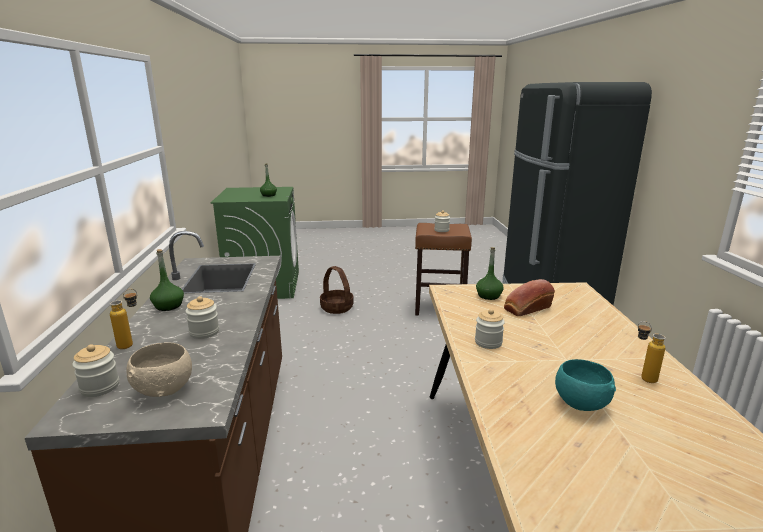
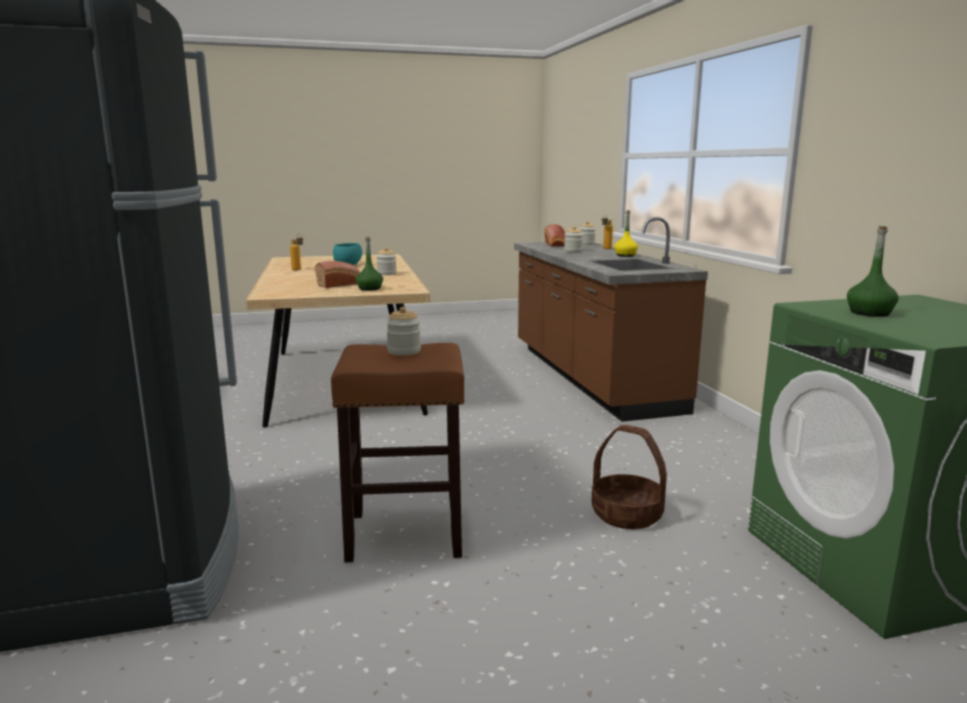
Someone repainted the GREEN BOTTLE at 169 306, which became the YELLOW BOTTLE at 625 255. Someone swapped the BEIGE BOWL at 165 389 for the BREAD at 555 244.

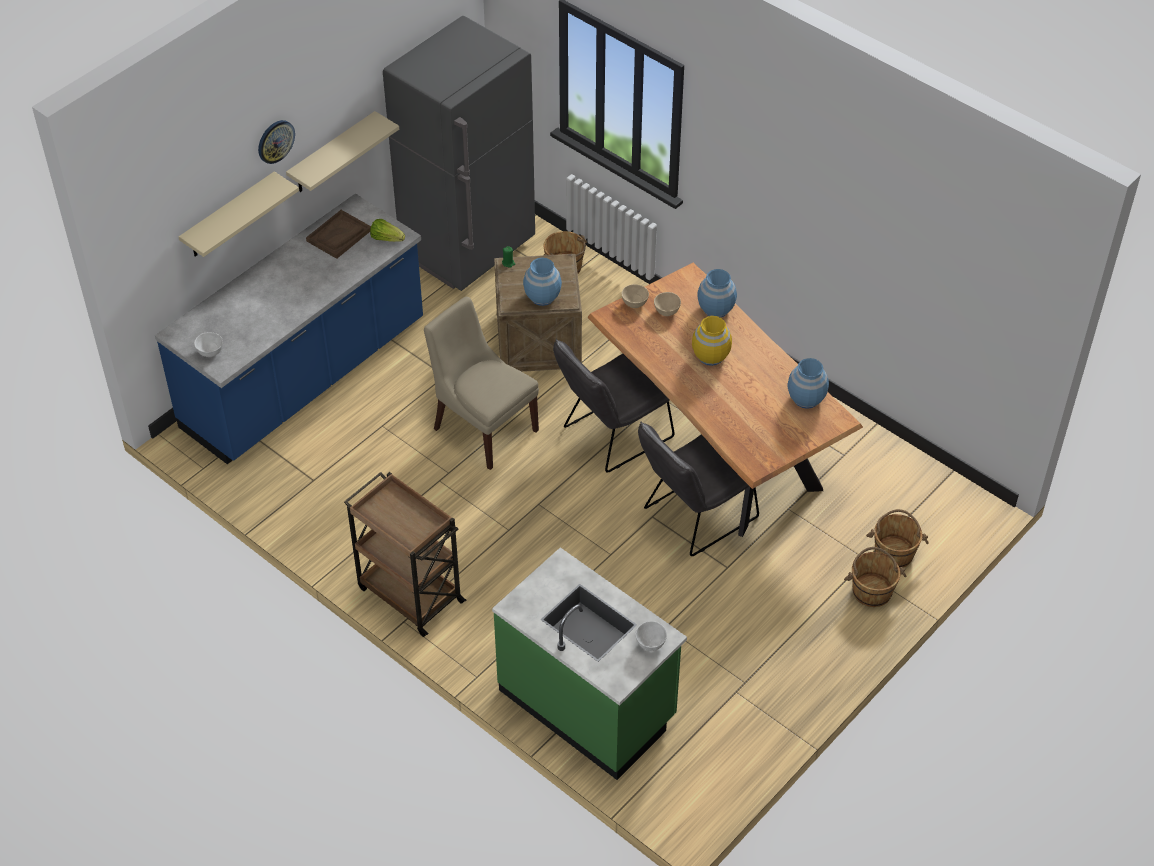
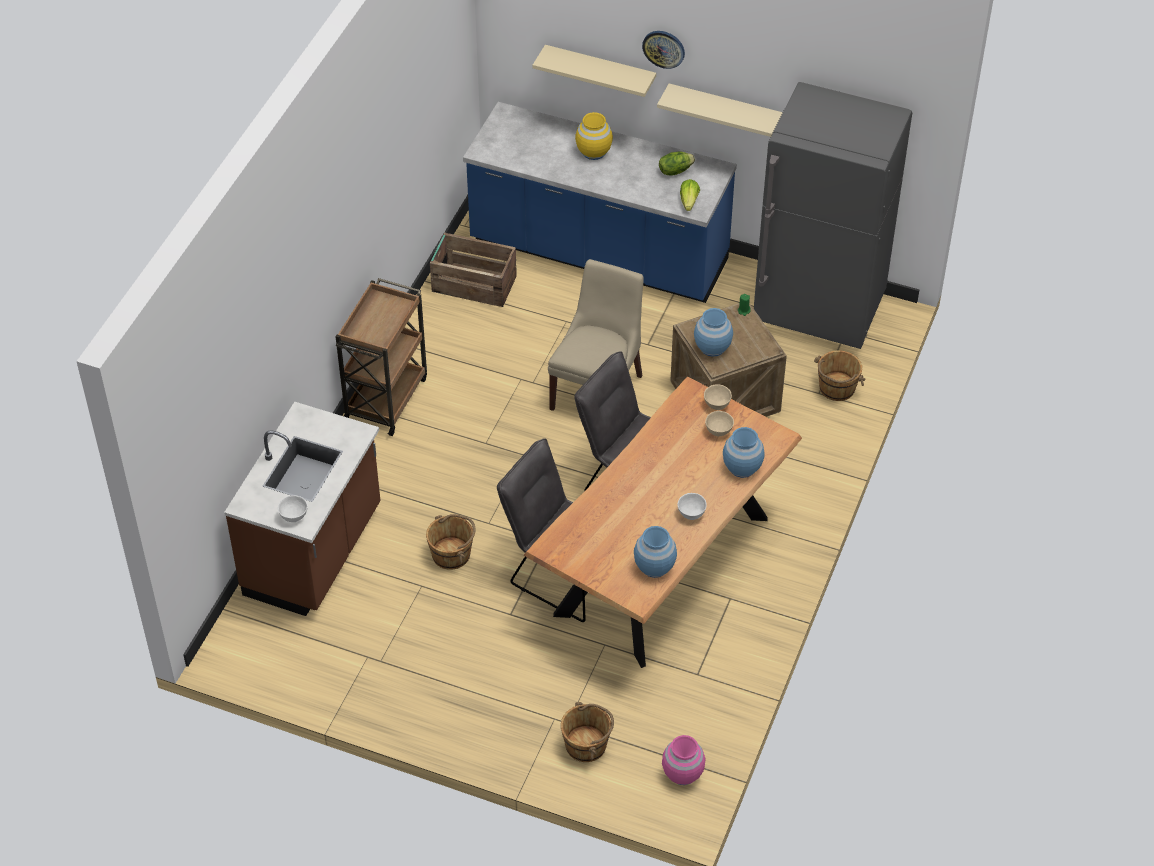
Someone swapped the BROWN TRAY at 339 236 for the LETTUCE at 675 170. Someone carried the YELLOW VASE from 710 356 to 593 152. Someone carried the WHITE BOWL from 210 352 to 691 513. Someone repainted the GREEN COUNTER at 588 704, which became the BROWN COUNTER at 315 553. Someone carried the BROWN BUCKET from 872 590 to 452 554. Someone put down the CRATE at 473 283. Someone put down the PINK VASE at 682 773.

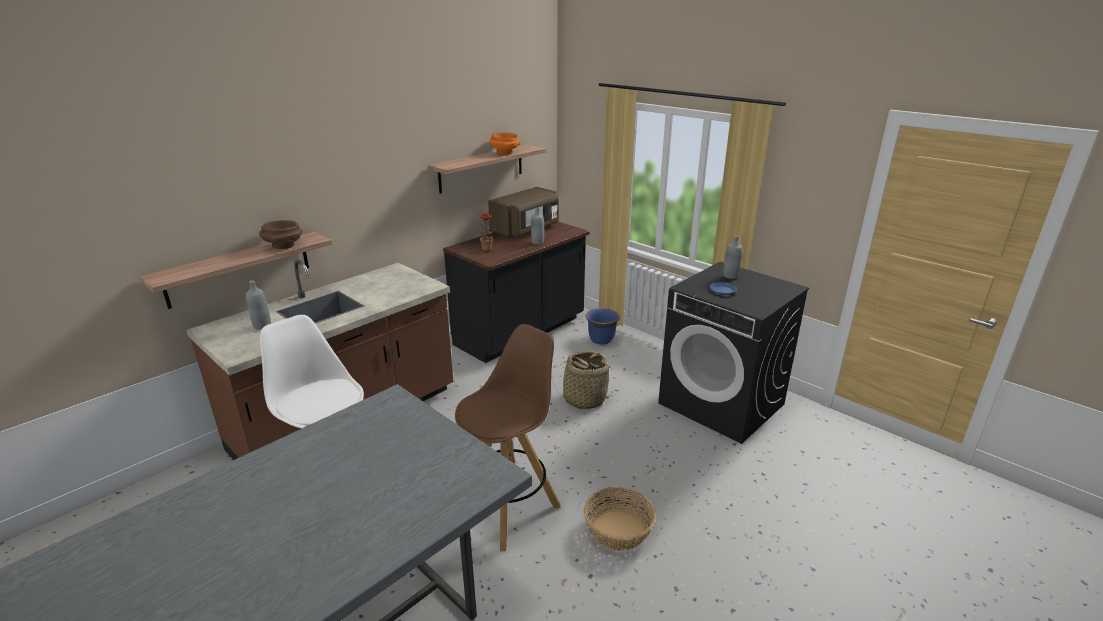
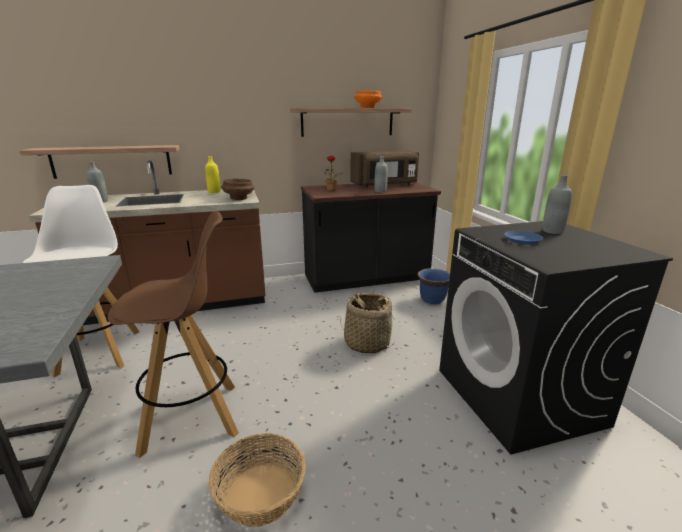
Someone carried the BROWN BOWL from 283 246 to 238 198. Someone put down the YELLOW BOTTLE at 214 191.

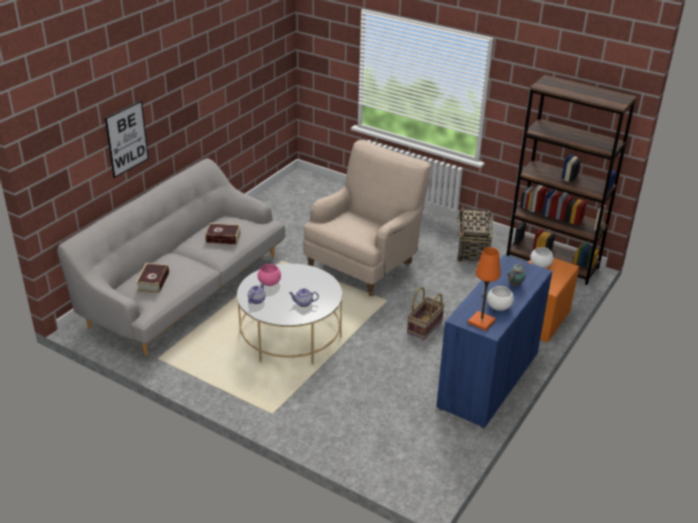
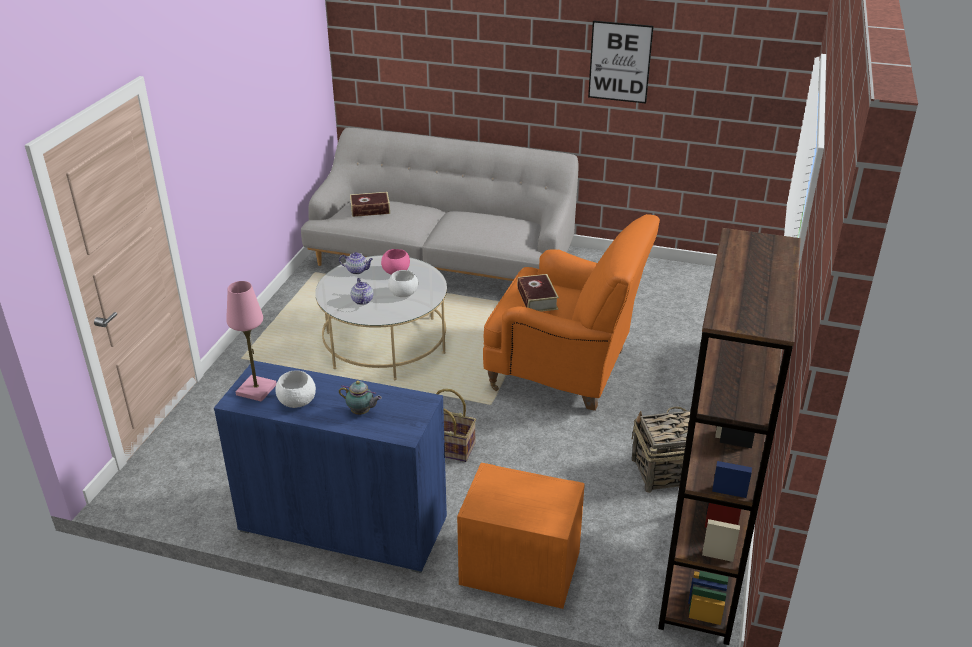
Someone carried the PICTURE from 127 138 to 620 62. Someone repainted the BEIGE ARMCHAIR at 364 265, which became the ORANGE ARMCHAIR at 565 371. Someone carried the BOOK from 223 238 to 537 299. Someone repainted the ORANGE TABLE LAMP at 481 322, which became the PINK TABLE LAMP at 256 389. Someone carried the WHITE BOWL from 541 265 to 404 294.

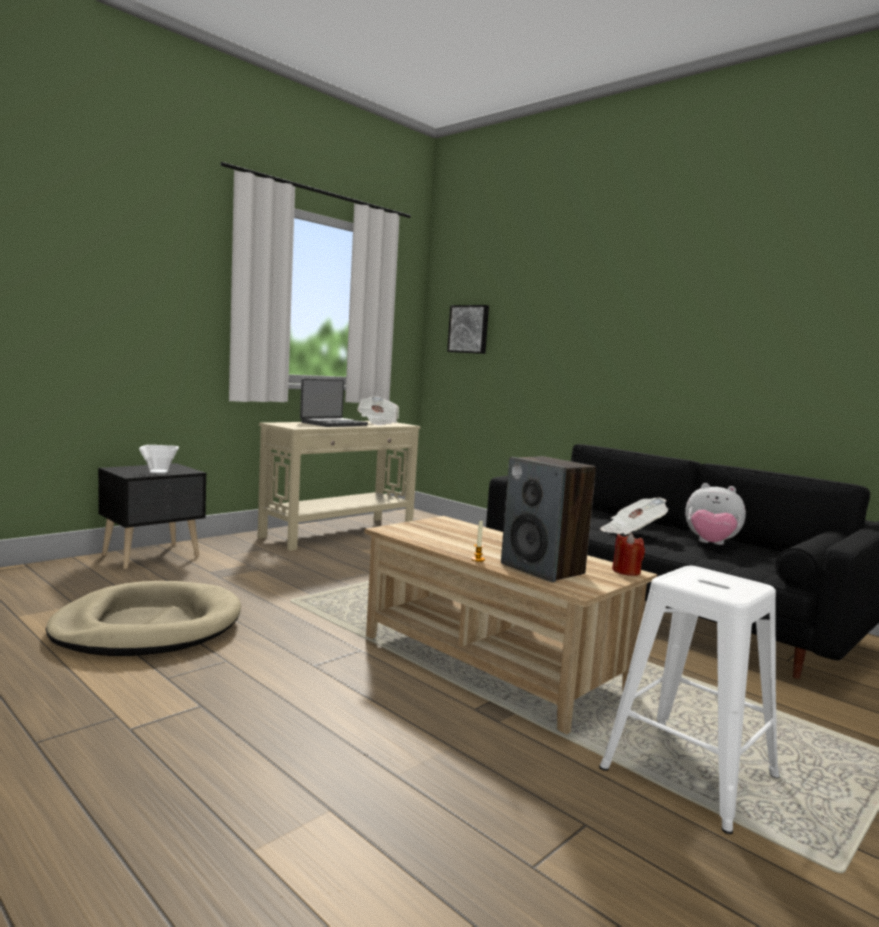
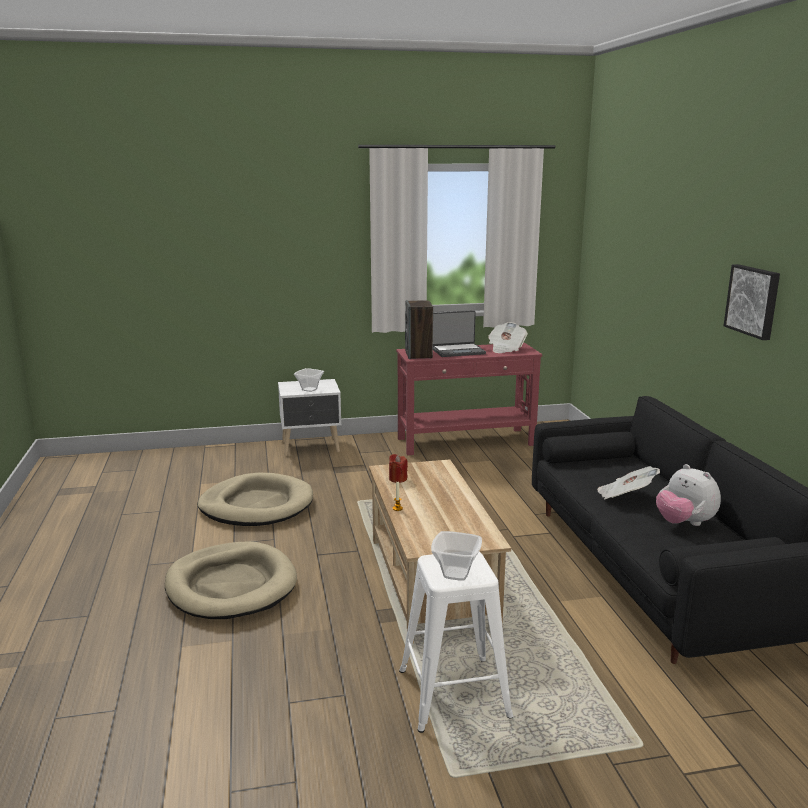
Someone carried the PICTURE from 469 329 to 753 301. Someone repainted the BEIGE CONSOLE TABLE at 340 533, which became the RED CONSOLE TABLE at 466 442. Someone carried the SPEAKER from 543 569 to 419 355. Someone repainted the BLACK NIGHTSTAND at 153 556, which became the WHITE NIGHTSTAND at 311 447. Someone carried the RED CANDLE from 626 571 to 398 479. Someone put down the BOWL at 455 573. Someone put down the BEIGE DOG BED at 231 585.

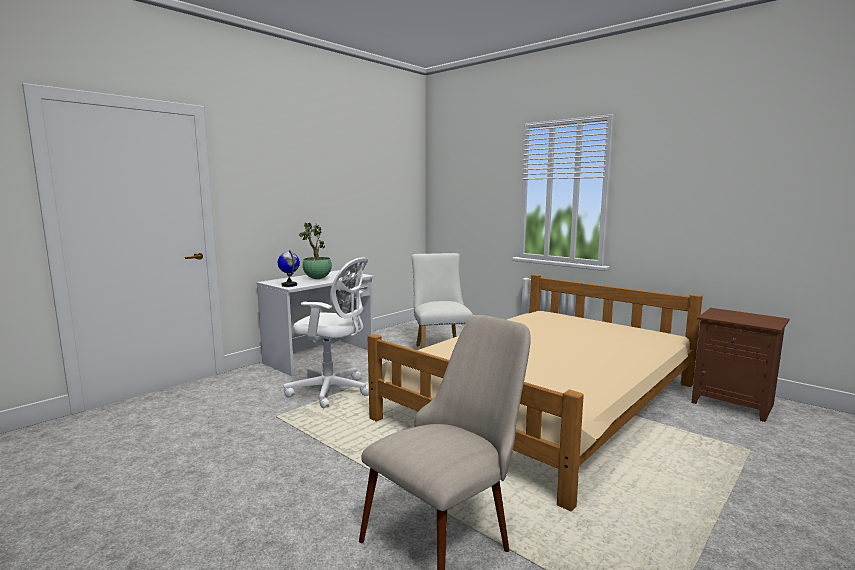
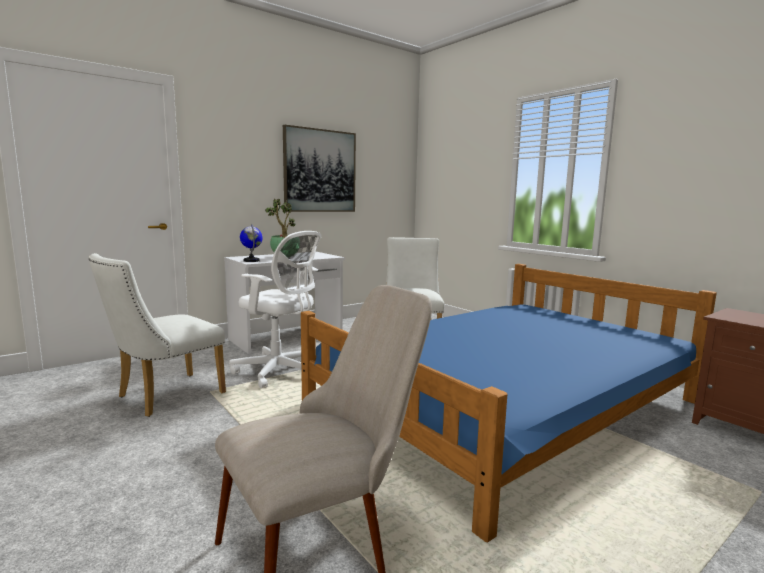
Someone repainted the BEIGE BED at 544 401, which became the BLUE BED at 505 403. Someone put up the PICTURE at 320 171. Someone put down the WHITE CHAIR at 164 397.

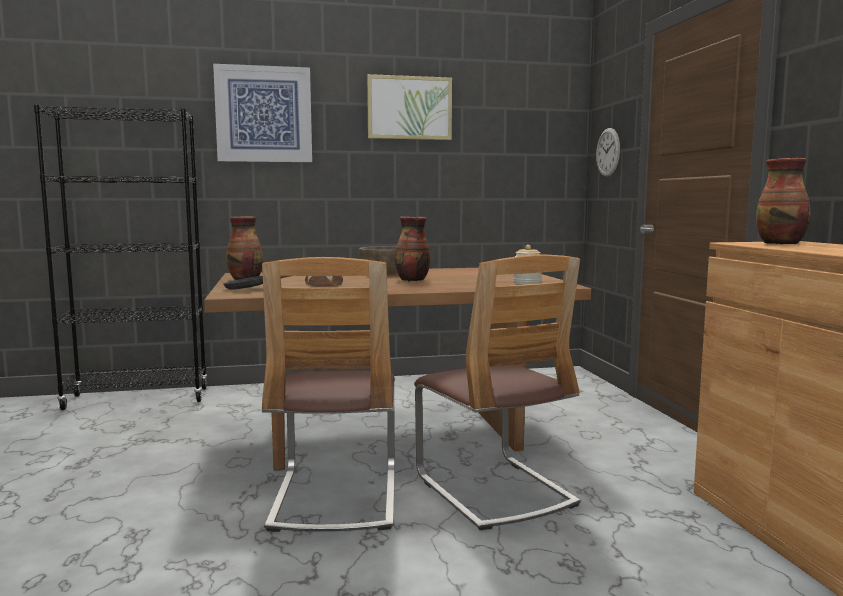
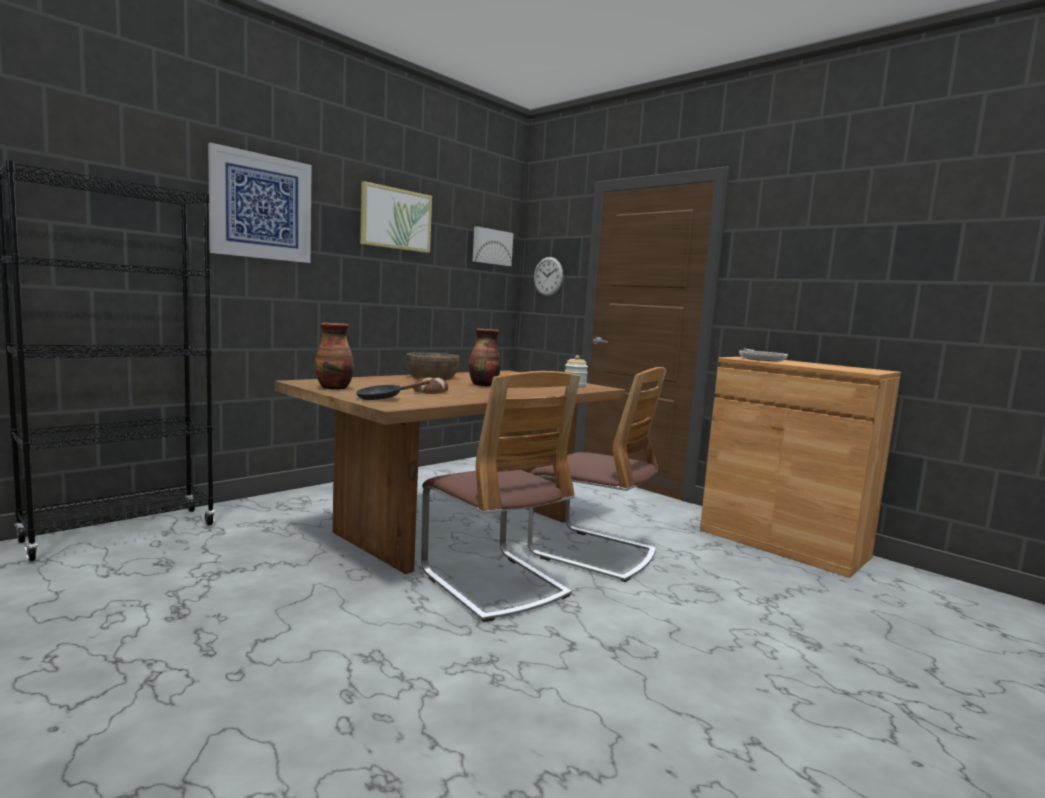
Someone swapped the VASE at 781 244 for the FRYING PAN at 761 359. Someone put up the PICTURE at 491 247.

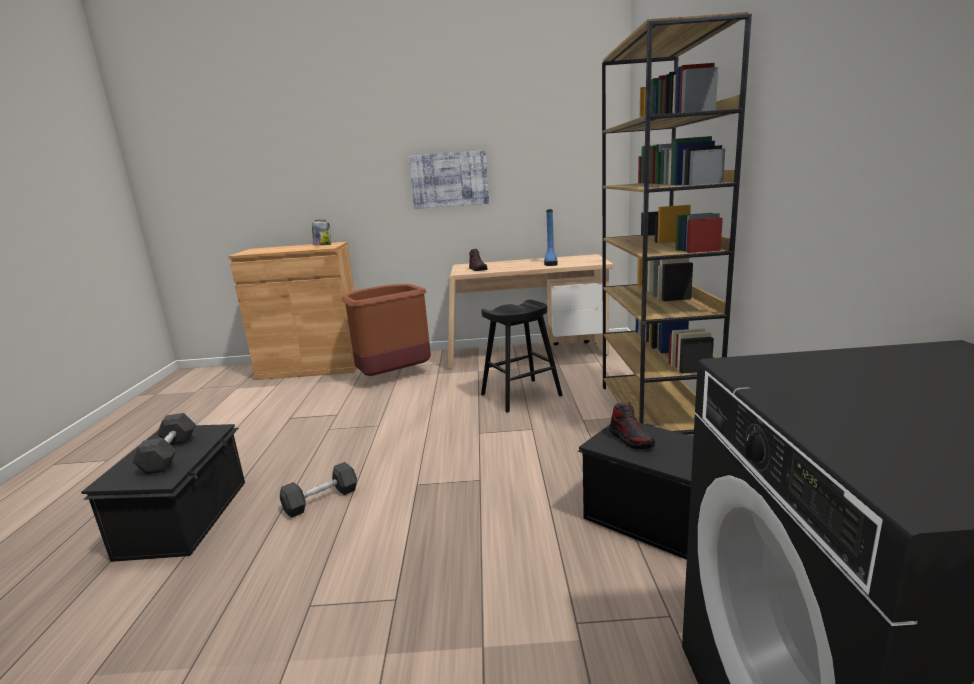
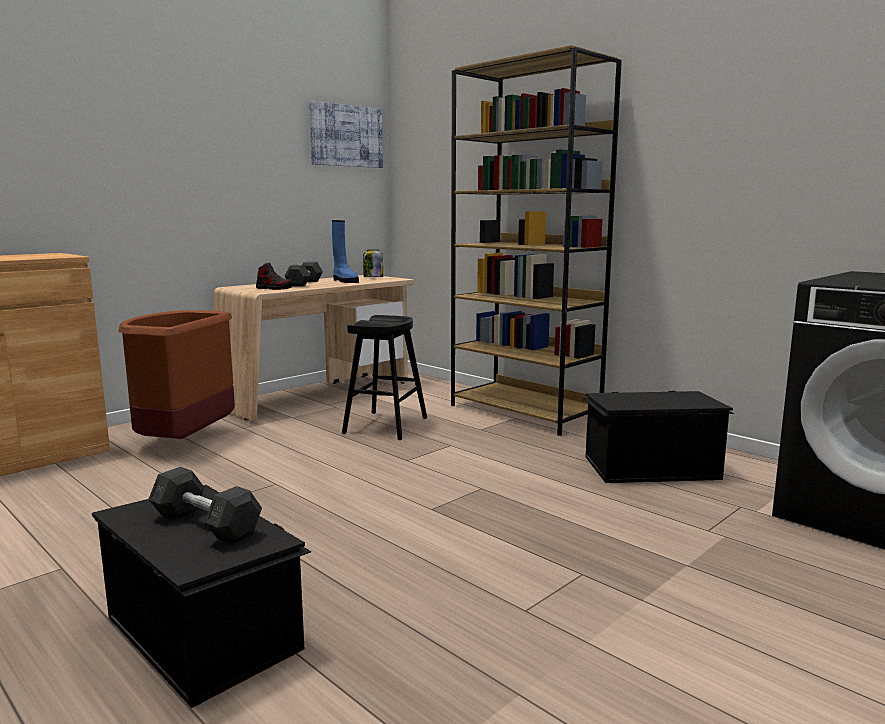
Someone carried the PICTURE from 449 180 to 346 136. Someone carried the JAR from 322 245 to 373 277. Someone took away the SHOE at 631 439. Someone carried the GREY DUMBBELL from 321 500 to 304 283.

